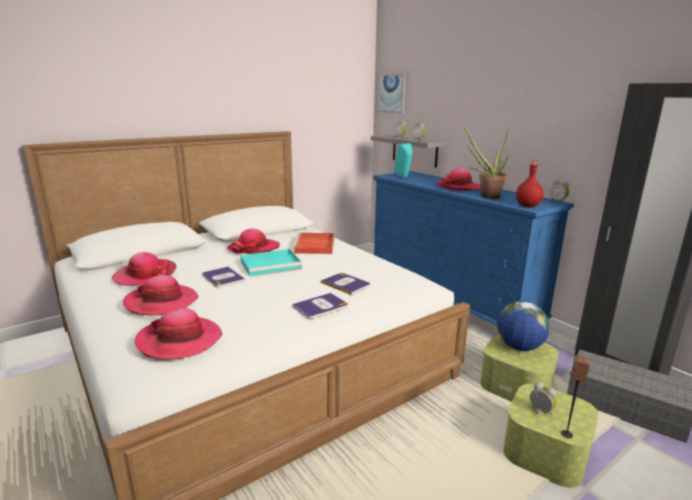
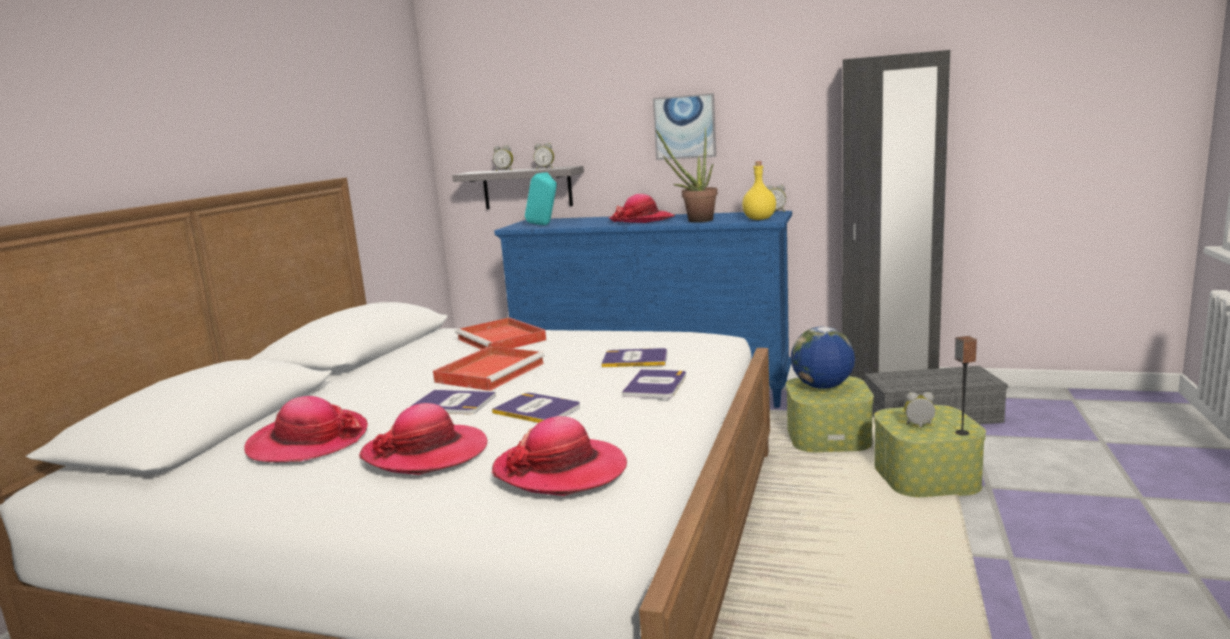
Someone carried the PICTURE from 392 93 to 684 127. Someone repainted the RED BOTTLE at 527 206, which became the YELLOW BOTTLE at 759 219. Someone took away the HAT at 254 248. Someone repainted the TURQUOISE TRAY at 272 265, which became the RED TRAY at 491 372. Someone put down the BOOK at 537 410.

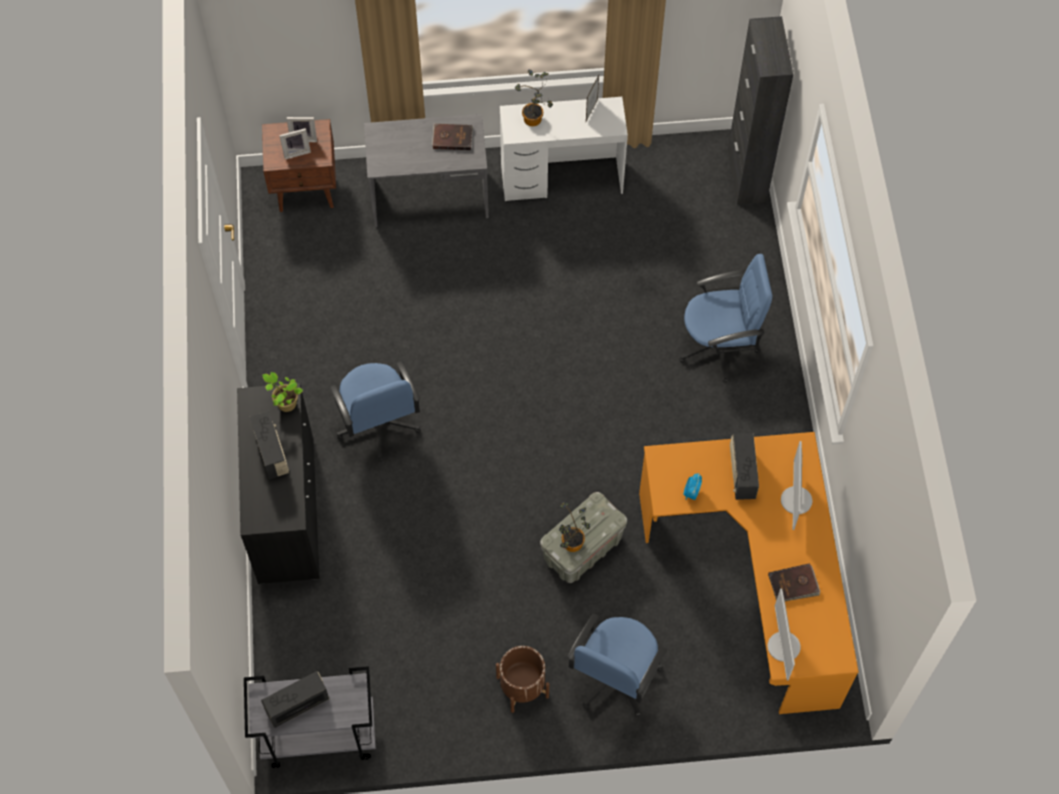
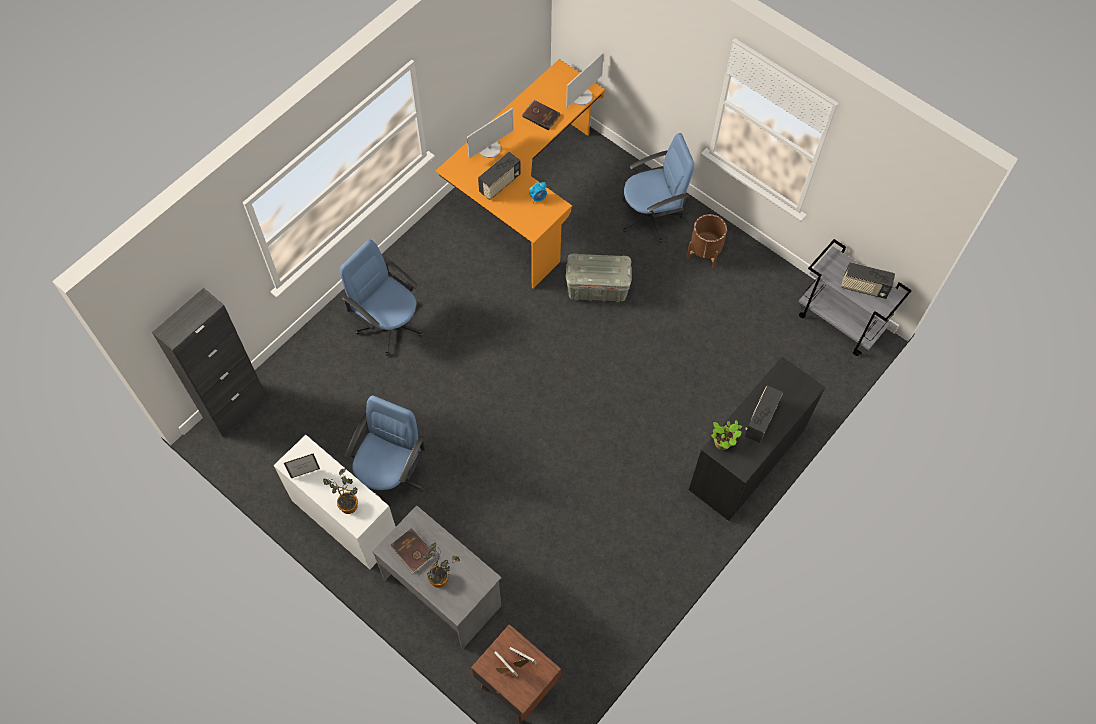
Someone carried the BLUE OFFICE CHAIR from 378 425 to 390 476. Someone carried the POTTED PLANT from 571 545 to 441 578.

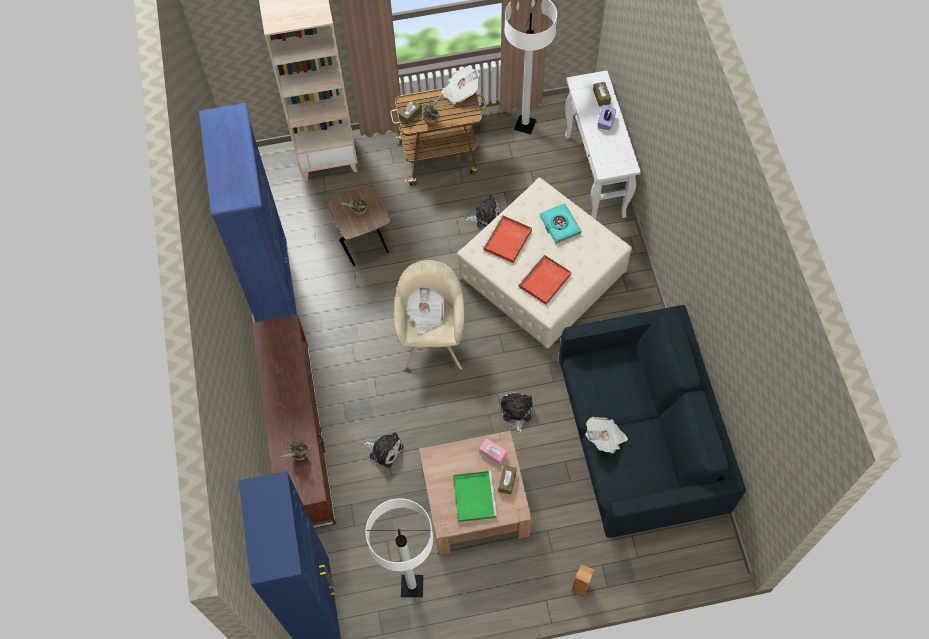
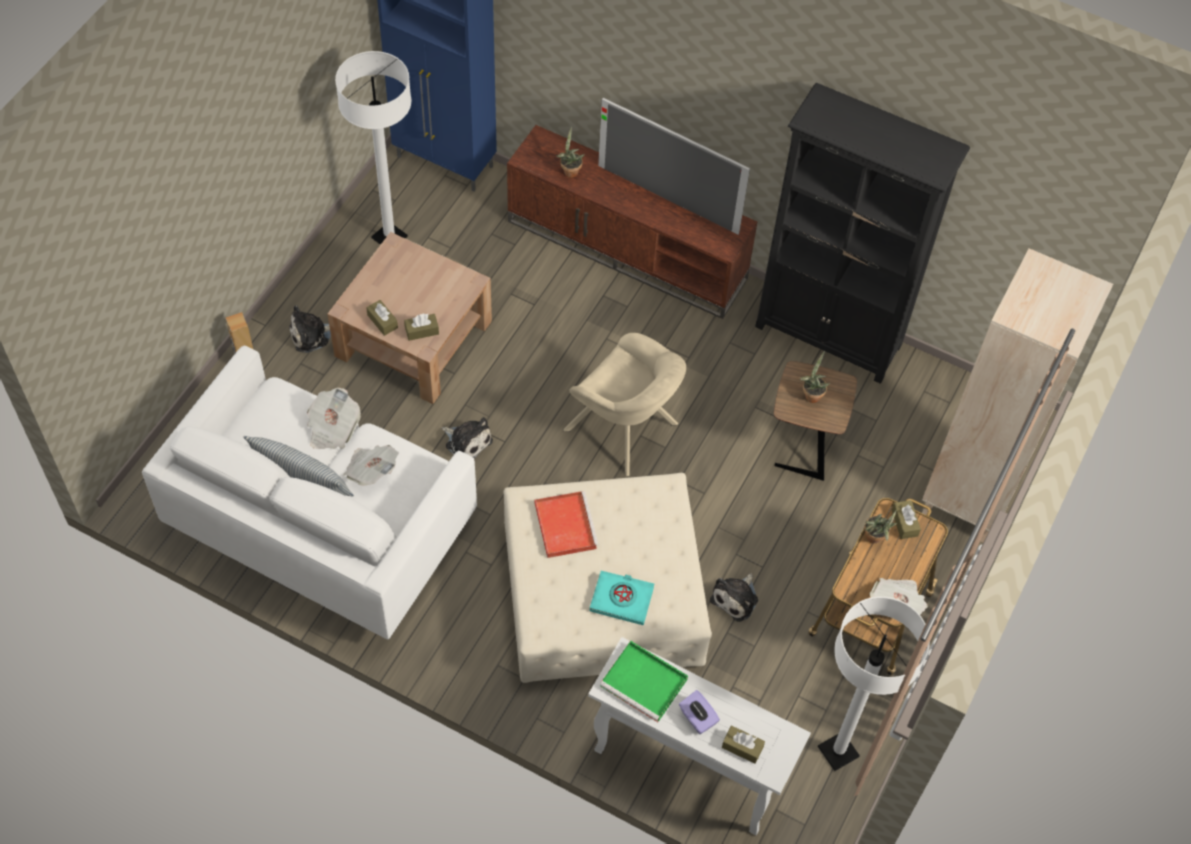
Someone repainted the BLUE BOOKCASE at 273 284, which became the BLACK BOOKCASE at 829 336. Someone took away the RED TRAY at 507 241. Someone carried the NEWSPAPER from 426 315 to 371 471. Someone repainted the BLUE SOFA at 637 440, which became the WHITE SOFA at 323 524. Someone carried the PLUSH TOY from 384 450 to 312 335. Someone repainted the PINK TISSUE BOX at 493 453, which became the BROWN TISSUE BOX at 422 331. Someone carried the GREEN TRAY from 473 496 to 645 683. Someone put down the TELEVISION at 667 199. Someone put down the PILLOW at 302 478.

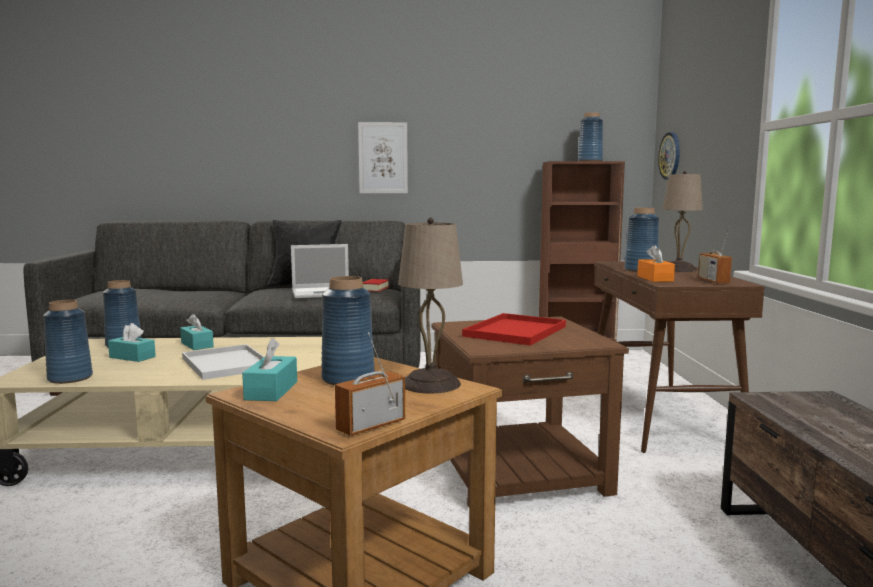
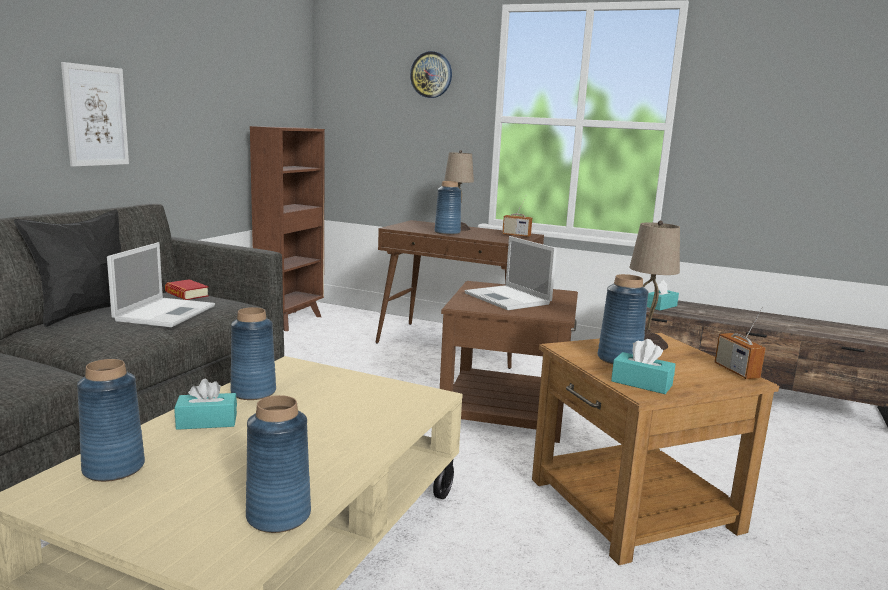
Someone carried the BLUE VASE from 590 161 to 254 392. Someone carried the WALL CLOCK from 670 156 to 431 75. Someone took away the ORANGE TISSUE BOX at 655 278. Someone swapped the RED TRAY at 515 332 for the LAPTOP at 508 299. Someone carried the TURQUOISE TISSUE BOX from 132 357 to 661 306. Someone took away the WHITE TRAY at 228 364.

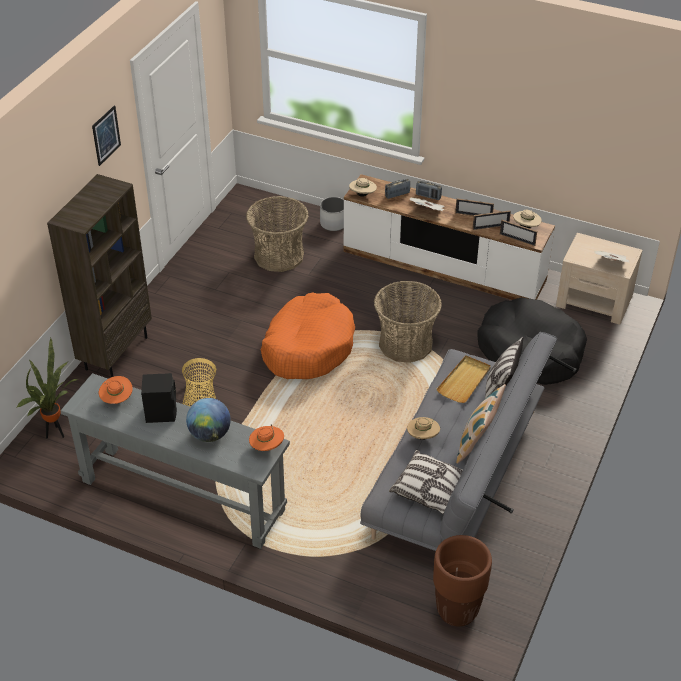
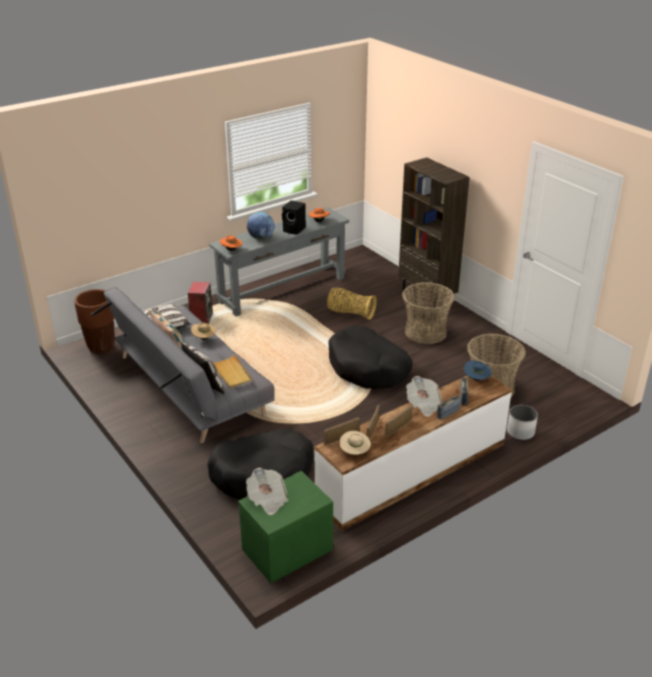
Someone took away the PICTURE at 106 135. Someone repainted the BEIGE HAT at 362 195, which became the BLUE HAT at 476 379. Someone repainted the BEIGE NIGHTSTAND at 594 301, which became the GREEN NIGHTSTAND at 286 549. Someone carried the BASKET from 405 344 to 425 332. Someone repainted the ORANGE DOG BED at 308 347, which became the BLACK DOG BED at 368 368. Someone took away the POTTED PLANT at 56 433. Someone put down the SPEAKER at 201 318.

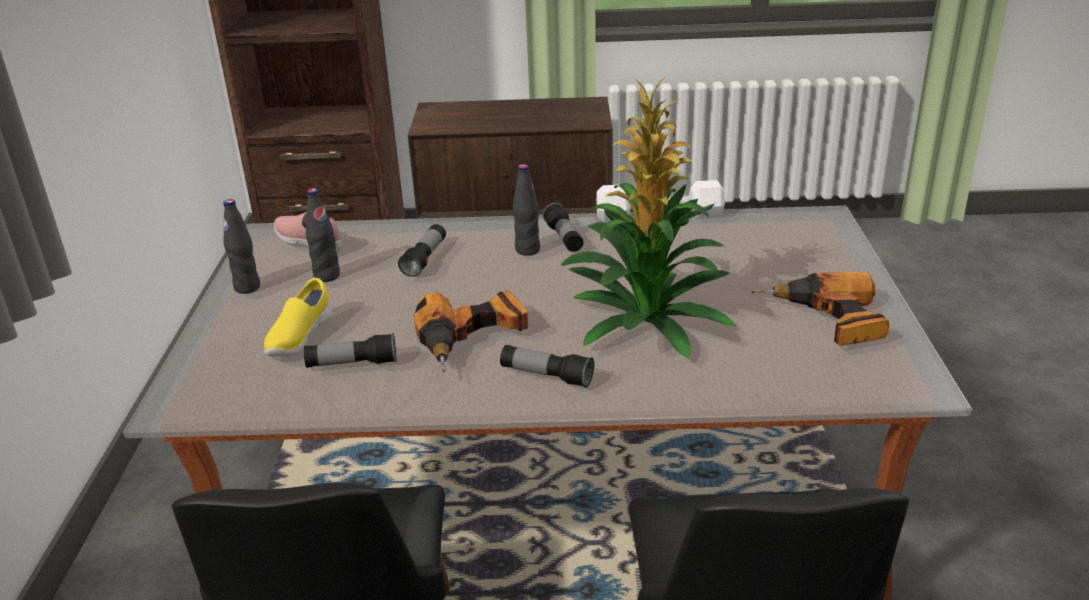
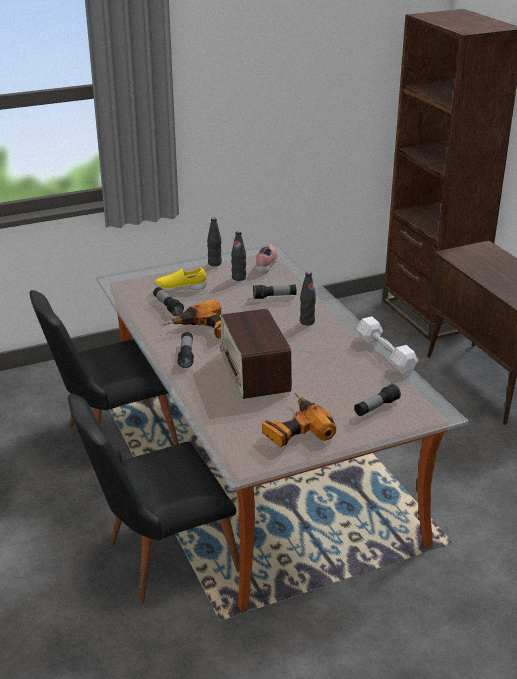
Someone swapped the POTTED PLANT at 646 321 for the RADIO at 255 372. Someone carried the FLASHLIGHT from 564 238 to 376 407.

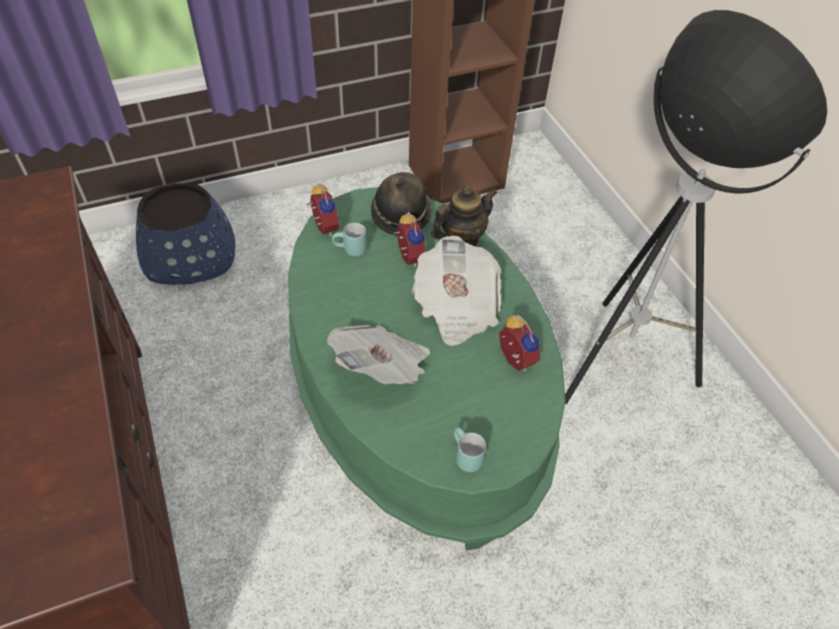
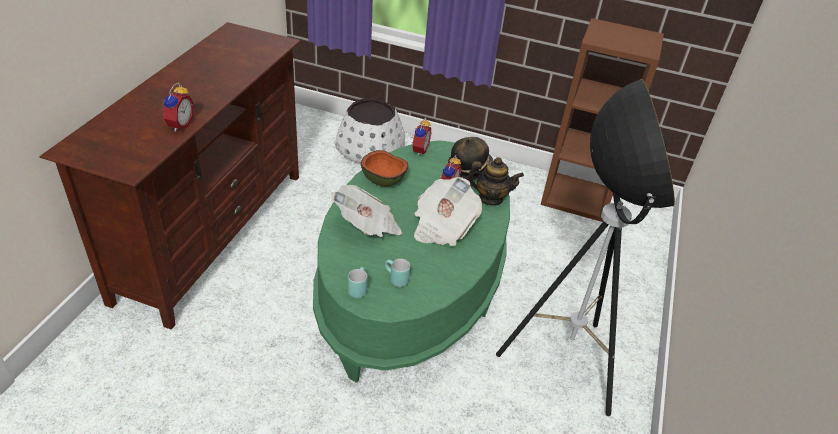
Someone repainted the BLUE PLANTER at 190 256, which became the WHITE PLANTER at 370 150. Someone carried the TURQUOISE MUG from 350 251 to 395 280. Someone carried the ALARM CLOCK from 513 361 to 178 125. Someone put down the BOWL at 384 179.

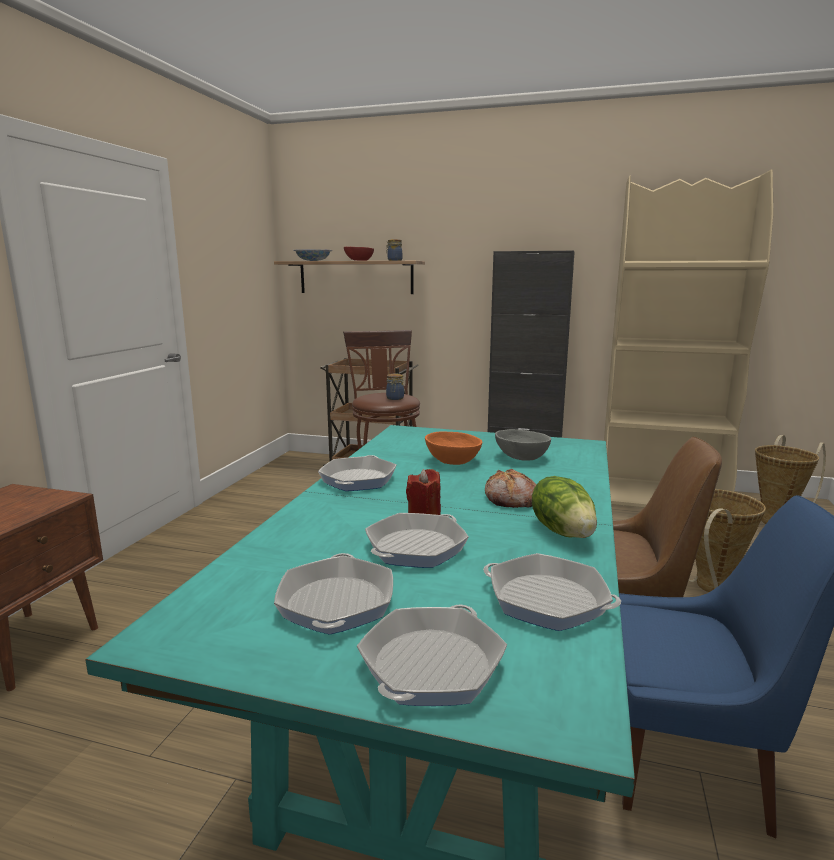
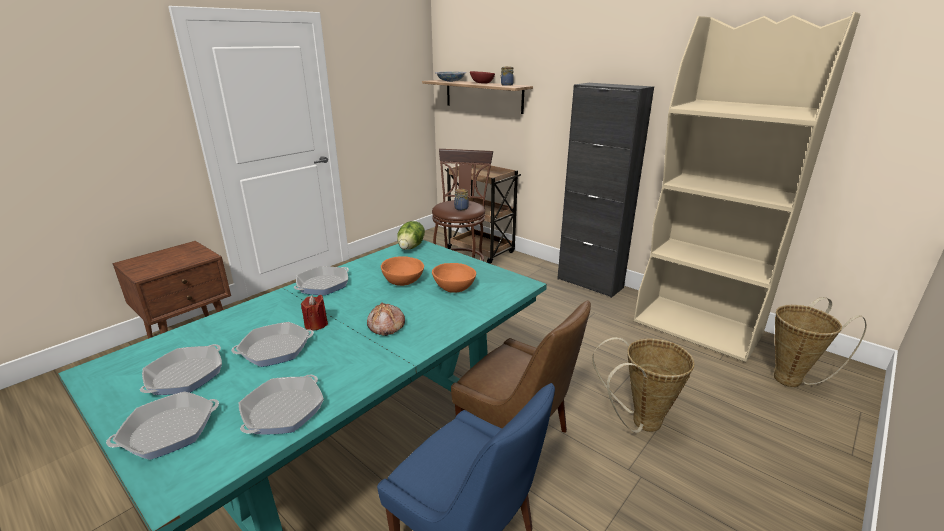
Someone repainted the GREY BOWL at 521 457, which became the ORANGE BOWL at 454 288. Someone carried the LETTUCE from 563 531 to 411 247. Someone rotated the FRYING PAN at 547 600 by 60 degrees clockwise.

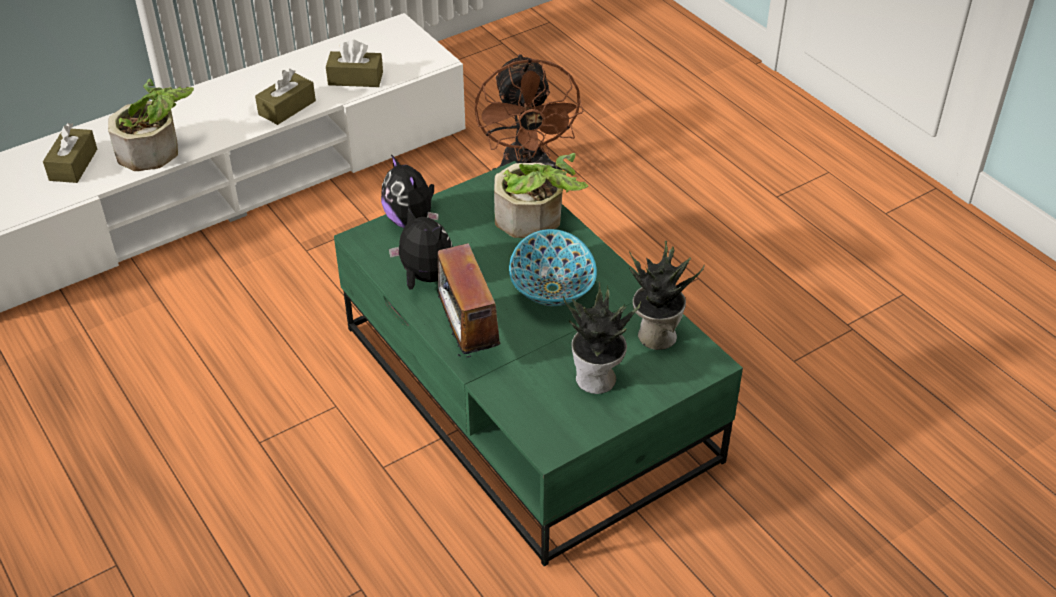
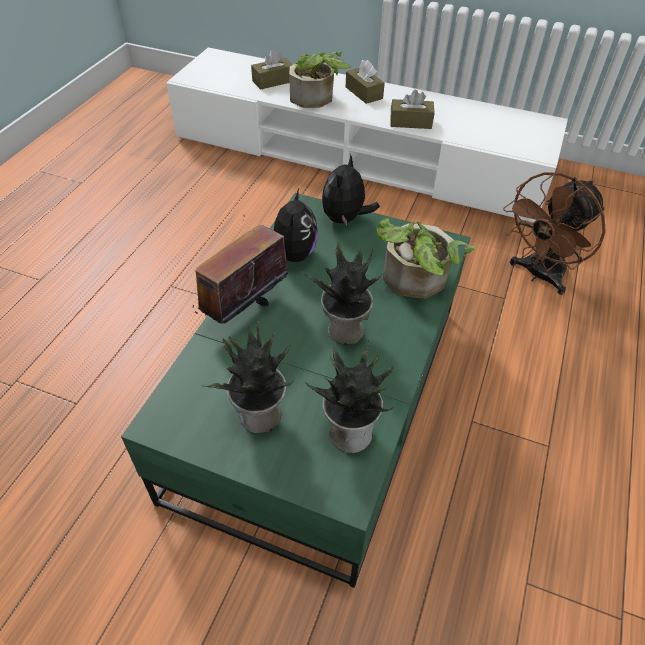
Someone carried the BROWN TISSUE BOX from 355 78 to 364 93. Someone swapped the BOWL at 551 289 for the POTTED PLANT at 344 331.

